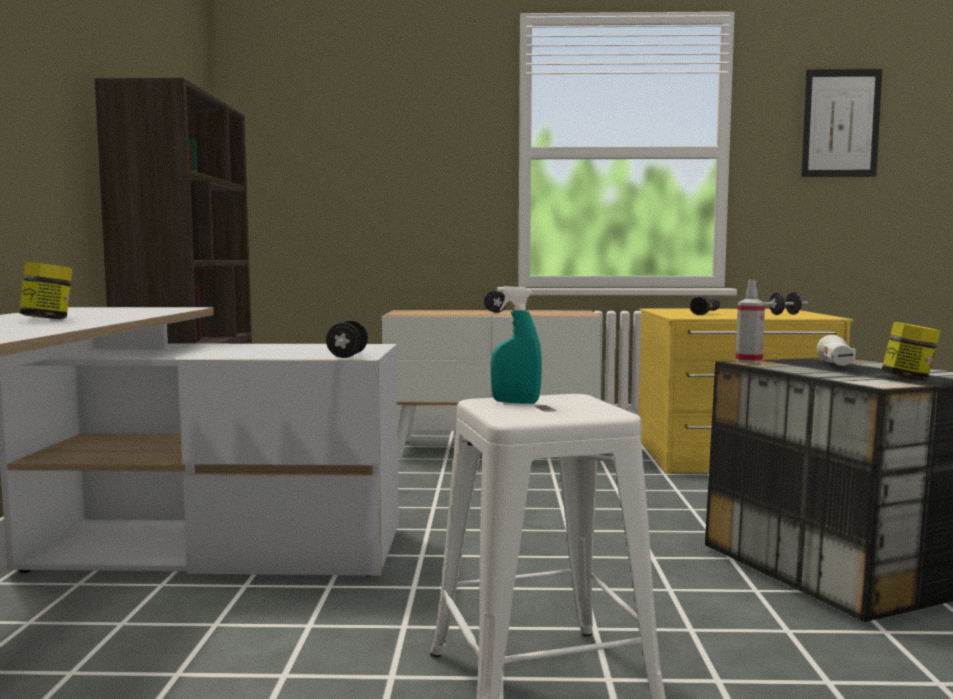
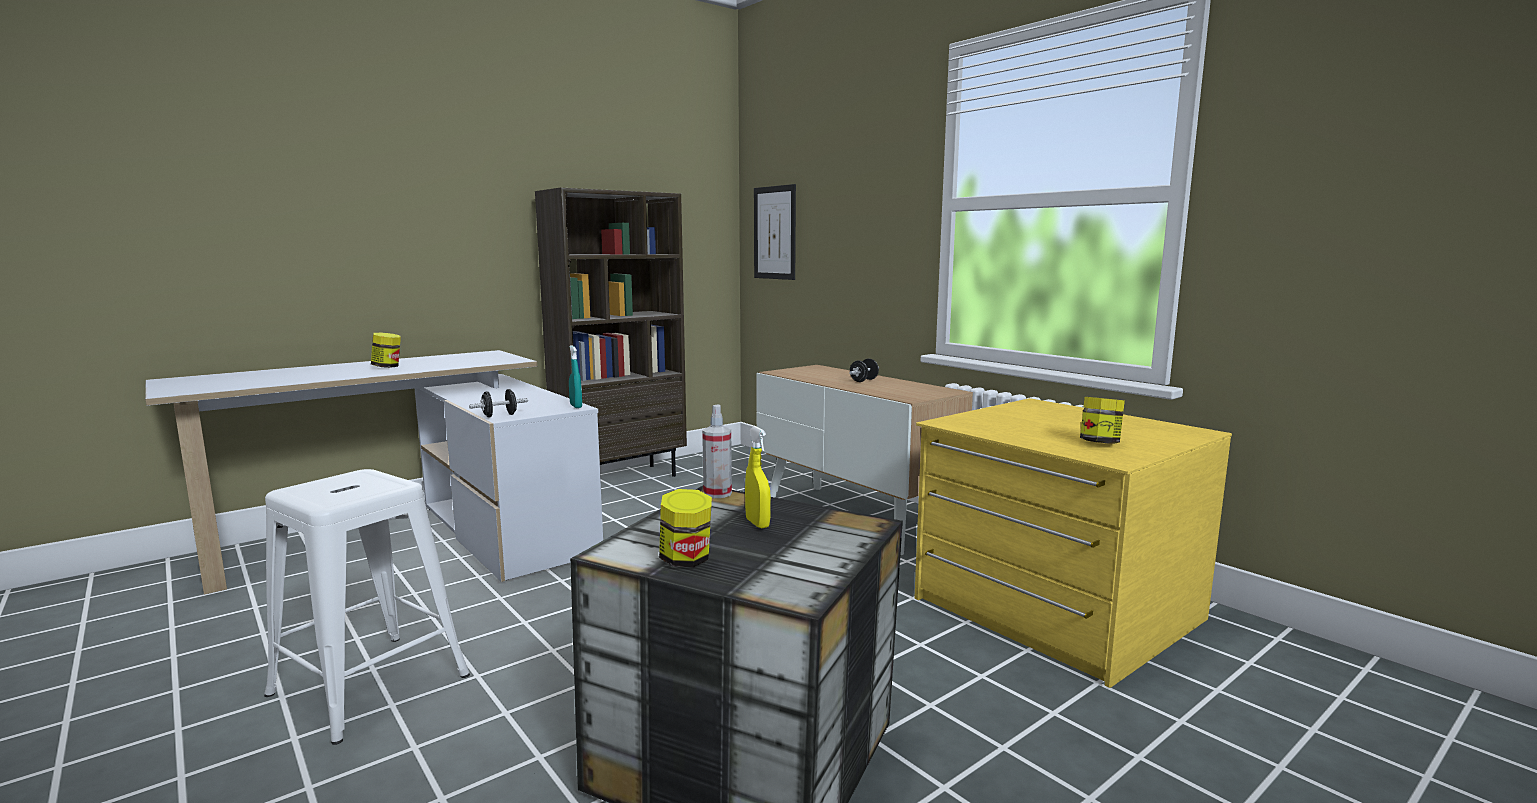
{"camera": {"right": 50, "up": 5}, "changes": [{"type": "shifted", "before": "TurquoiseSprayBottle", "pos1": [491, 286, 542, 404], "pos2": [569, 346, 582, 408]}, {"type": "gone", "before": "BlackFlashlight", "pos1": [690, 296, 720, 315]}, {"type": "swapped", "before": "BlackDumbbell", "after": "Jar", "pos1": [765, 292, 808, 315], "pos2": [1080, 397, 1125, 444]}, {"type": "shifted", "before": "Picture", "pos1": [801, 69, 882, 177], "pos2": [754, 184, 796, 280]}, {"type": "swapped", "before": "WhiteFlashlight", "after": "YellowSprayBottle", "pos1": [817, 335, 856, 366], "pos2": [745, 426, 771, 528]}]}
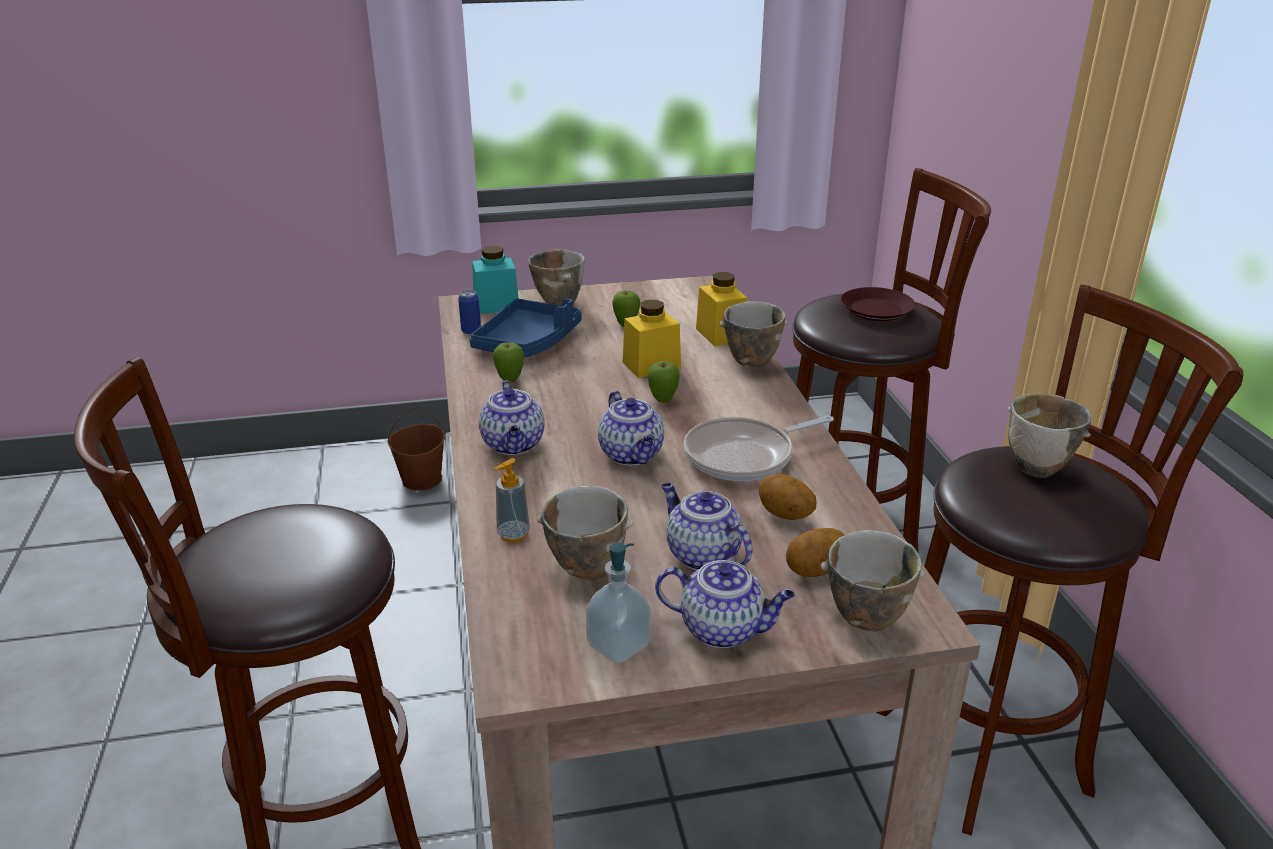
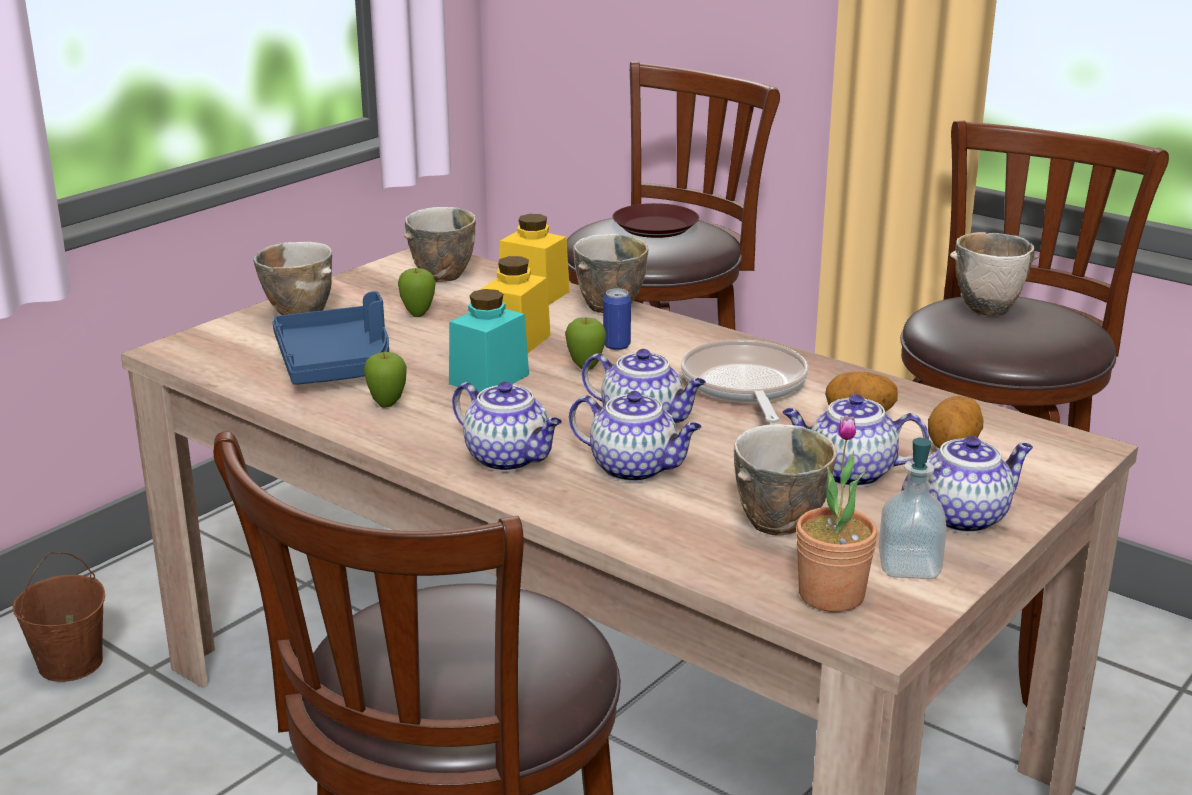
{"camera": {"right": -40, "up": -5}, "changes": [{"type": "shifted", "before": "Can", "pos1": [458, 290, 481, 335], "pos2": [603, 288, 631, 350]}, {"type": "shifted", "before": "TurquoiseJar", "pos1": [472, 246, 519, 314], "pos2": [449, 289, 529, 393]}, {"type": "gone", "before": "SoapDispenser", "pos1": [494, 458, 530, 543]}, {"type": "rotated", "before": "FryingPan", "pos1": [684, 415, 834, 481], "pos2": [681, 339, 809, 423], "turn": 150}, {"type": "shifted", "before": "Bowl", "pos1": [821, 530, 926, 631], "pos2": [404, 207, 476, 282]}, {"type": "new", "after": "Teapot", "pos2": [569, 391, 702, 482]}, {"type": "new", "after": "PottedPlant", "pos2": [796, 415, 877, 612]}]}
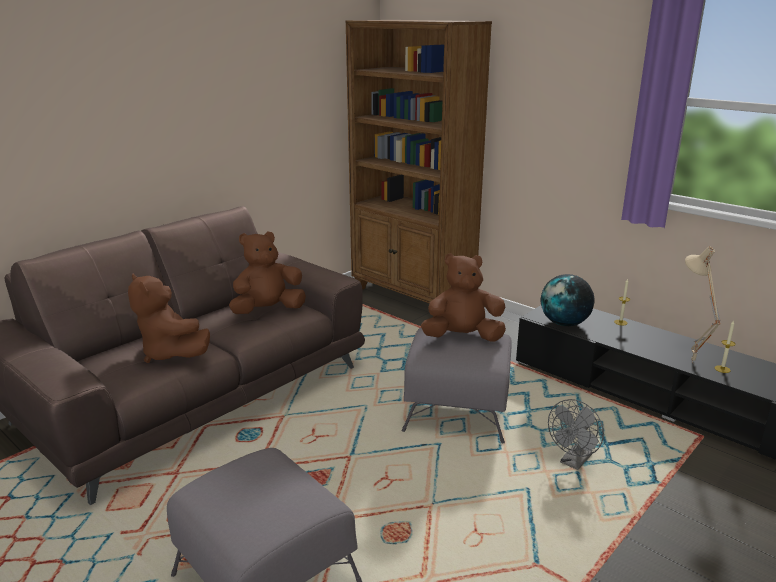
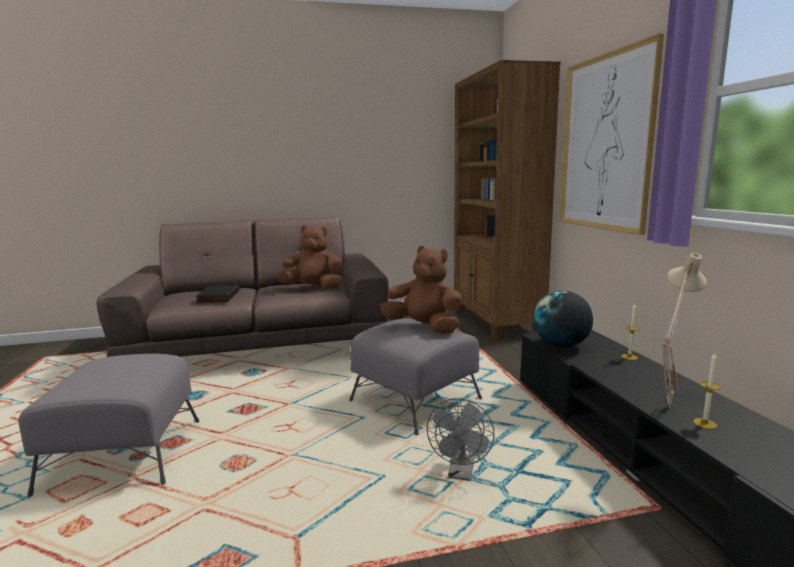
{"camera": {"right": 35, "up": -10}, "changes": [{"type": "swapped", "before": "BrownPlushToy", "after": "BlackBook", "pos1": [128, 274, 210, 363], "pos2": [195, 284, 239, 303]}, {"type": "rotated", "before": "GreyFan", "pos1": [548, 399, 604, 470], "pos2": [427, 398, 495, 481], "turn": -60}, {"type": "new", "after": "Picture", "pos2": [559, 33, 664, 235]}]}
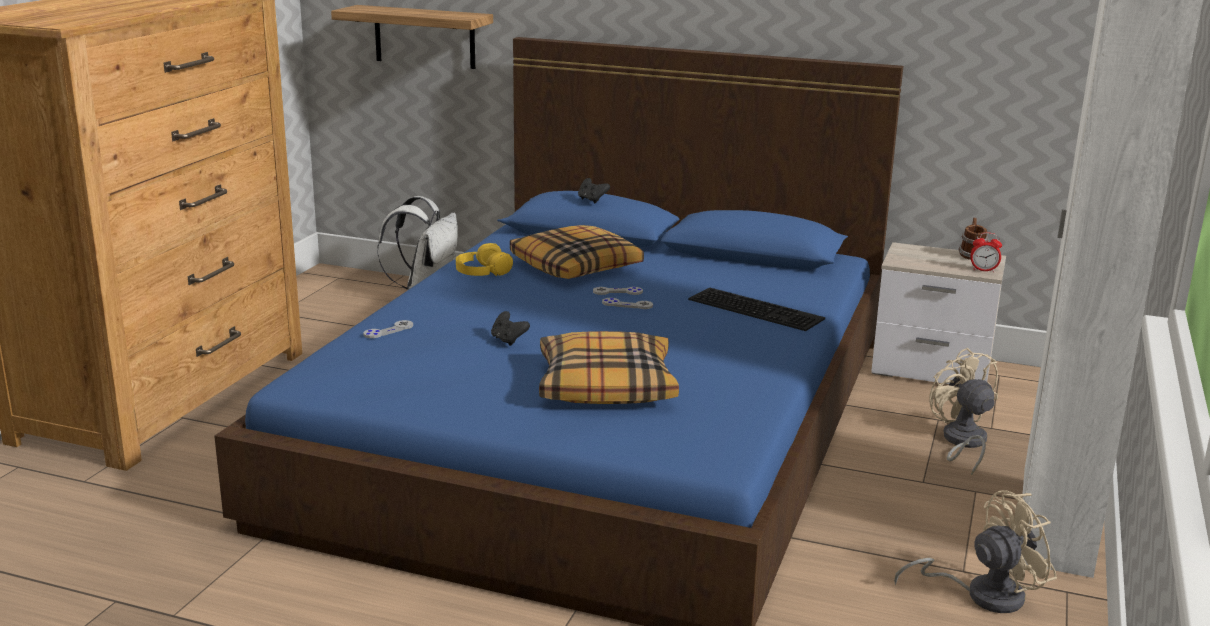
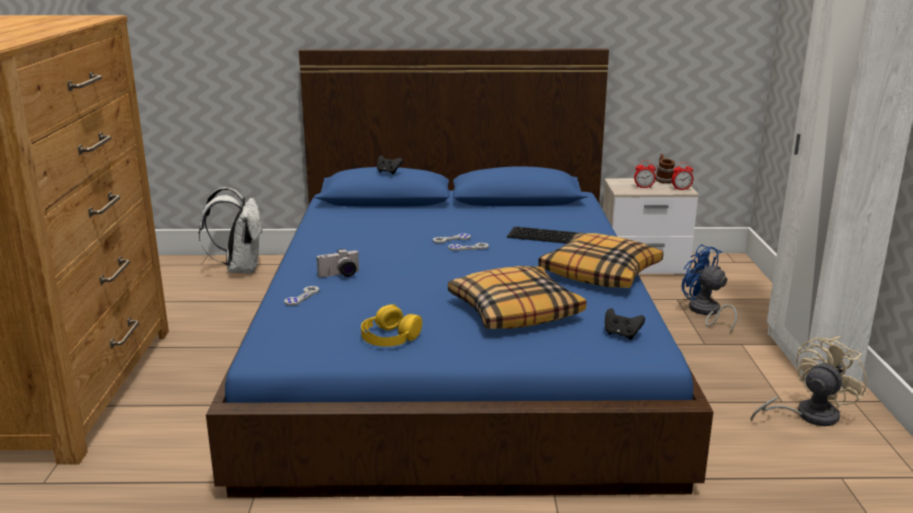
{"camera": {"right": -20, "up": 0}, "changes": [{"type": "gone", "before": "Shelf", "pos1": [331, 5, 493, 69]}, {"type": "shifted", "before": "YellowHeadphones", "pos1": [456, 243, 513, 276], "pos2": [361, 304, 422, 347]}, {"type": "shifted", "before": "BlackGameController", "pos1": [491, 311, 530, 346], "pos2": [605, 308, 645, 340]}, {"type": "shifted", "before": "Pillow", "pos1": [510, 225, 644, 279], "pos2": [538, 233, 663, 288]}, {"type": "repainted", "before": "BeigeFan", "after": "BlueFan", "pos1": [929, 348, 998, 476], "pos2": [682, 244, 737, 333]}, {"type": "new", "after": "PhotoCamera", "pos2": [317, 249, 360, 277]}, {"type": "new", "after": "AlarmClock", "pos2": [634, 160, 656, 188]}]}
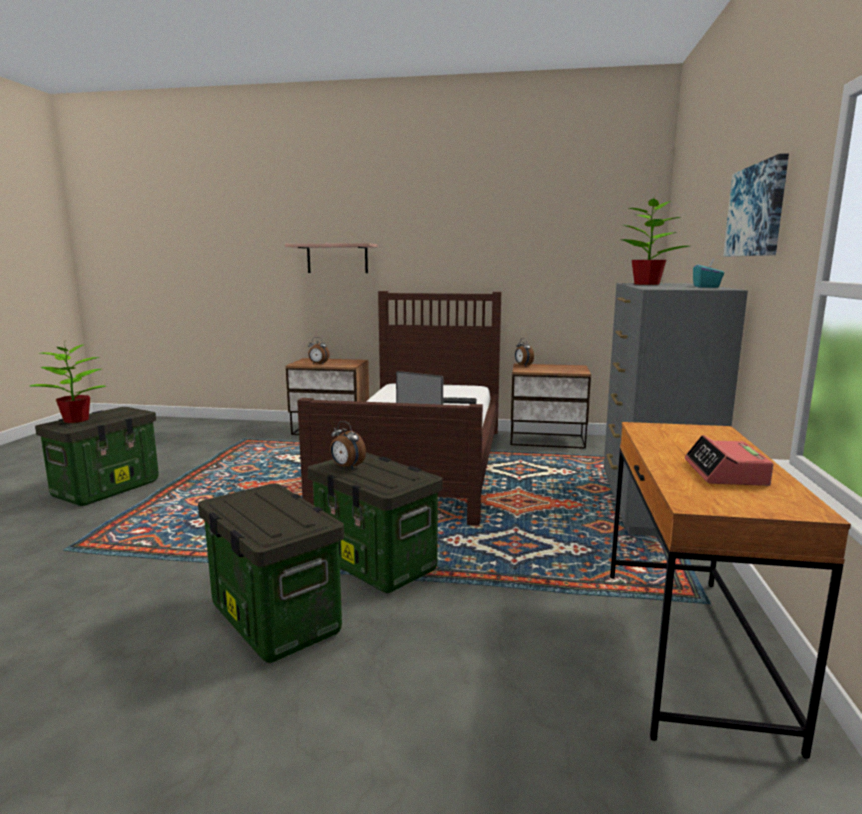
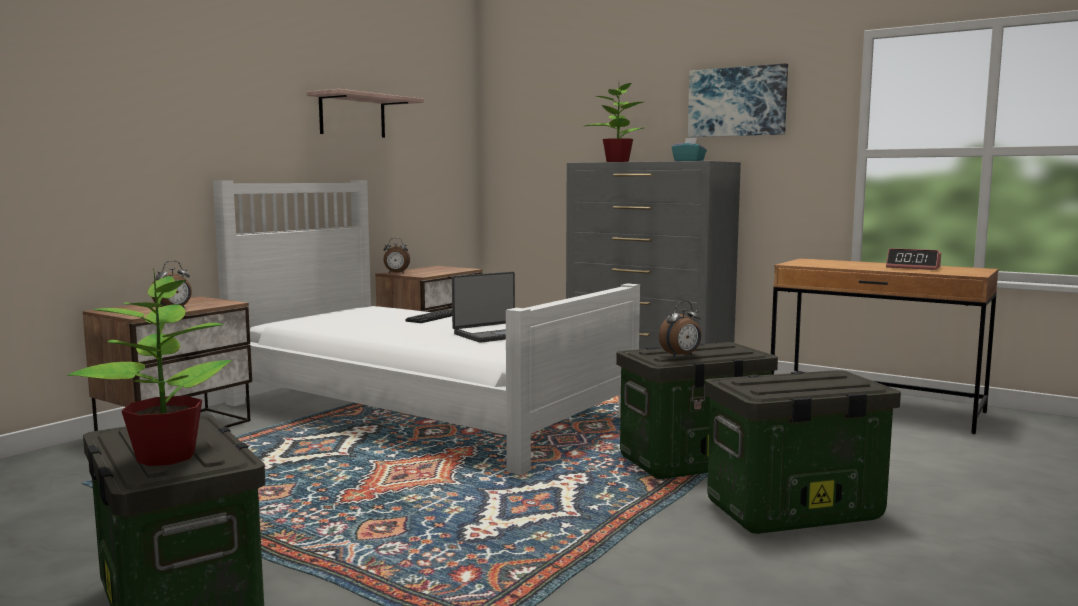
{"camera": {"right": -65, "up": -5}, "changes": [{"type": "shifted", "before": "Shelf", "pos1": [285, 243, 378, 273], "pos2": [307, 89, 424, 138]}, {"type": "repainted", "before": "BrownBed", "after": "WhiteBed", "pos1": [297, 291, 501, 526], "pos2": [213, 180, 640, 475]}]}
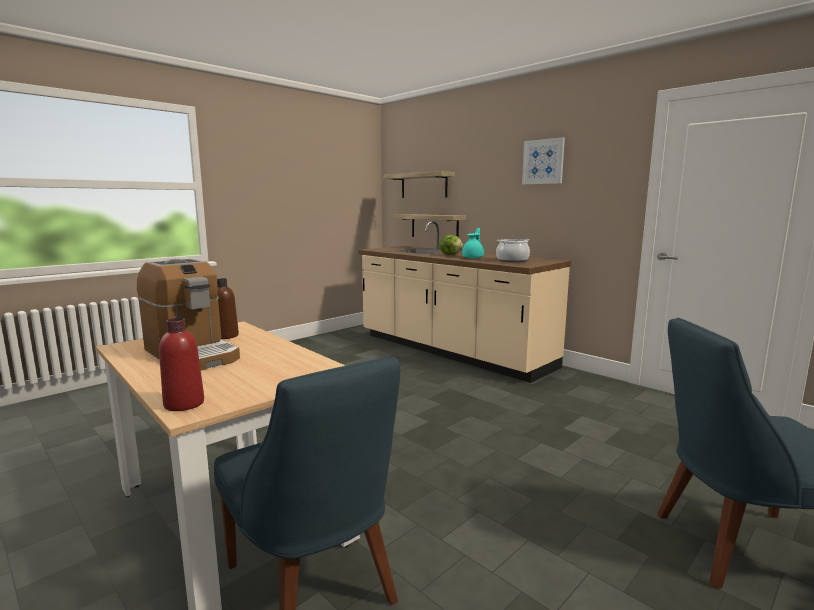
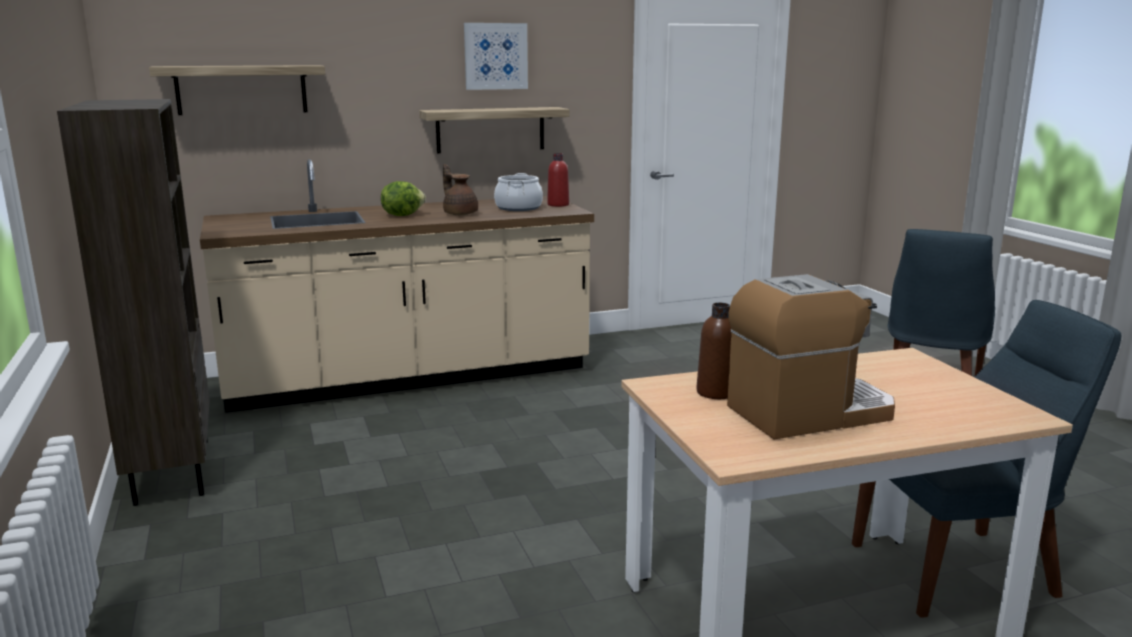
{"camera": {"right": -65, "up": 5}, "changes": [{"type": "shifted", "before": "RedBottle", "pos1": [159, 318, 204, 411], "pos2": [547, 153, 569, 207]}, {"type": "shifted", "before": "Shelf", "pos1": [393, 214, 466, 237], "pos2": [419, 107, 569, 153]}, {"type": "repainted", "before": "TurquoiseTeapot", "after": "BrownTeapot", "pos1": [462, 228, 484, 258], "pos2": [443, 164, 478, 215]}, {"type": "new", "after": "BrownBookcase", "pos2": [57, 99, 210, 506]}]}
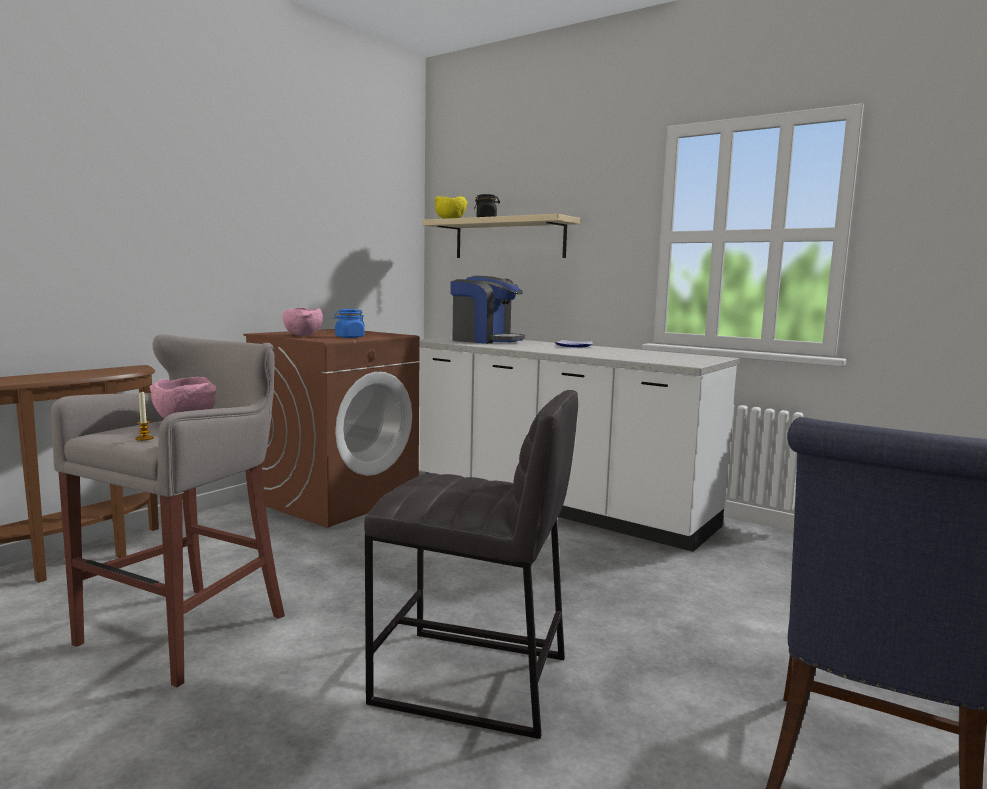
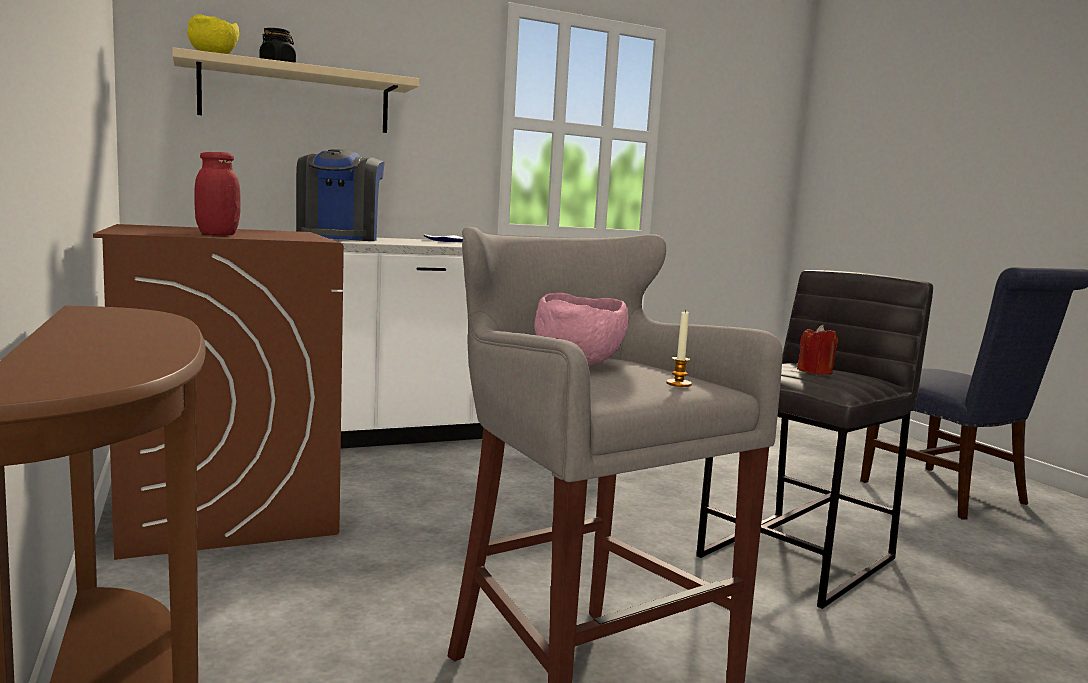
{"camera": {"right": -60, "up": 0}, "changes": [{"type": "swapped", "before": "PinkBowl", "after": "RedJar", "pos1": [283, 307, 323, 336], "pos2": [194, 152, 241, 235]}, {"type": "gone", "before": "BlueJar", "pos1": [334, 309, 365, 338]}, {"type": "rotated", "before": "CoffeeMachine", "pos1": [450, 276, 525, 344], "pos2": [296, 149, 385, 241], "turn": 120}, {"type": "new", "after": "RedCandle", "pos2": [797, 325, 838, 375]}]}
